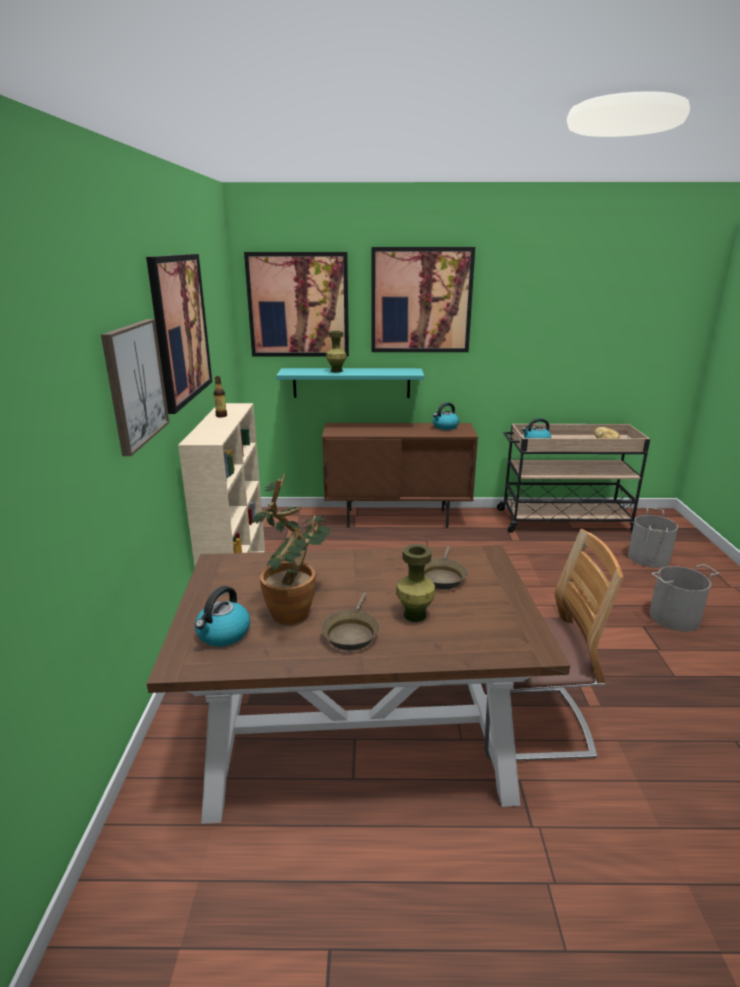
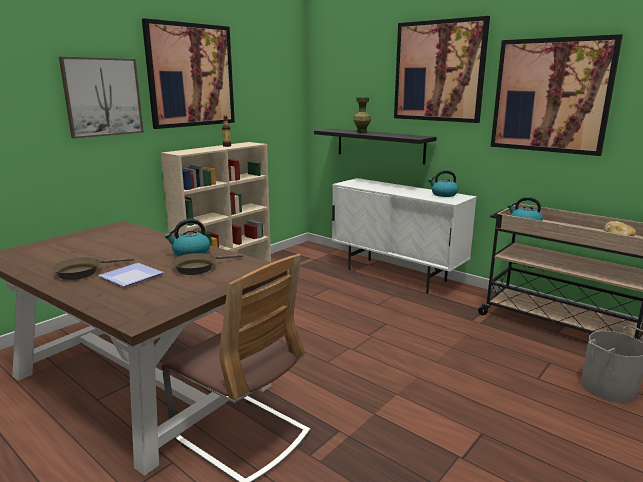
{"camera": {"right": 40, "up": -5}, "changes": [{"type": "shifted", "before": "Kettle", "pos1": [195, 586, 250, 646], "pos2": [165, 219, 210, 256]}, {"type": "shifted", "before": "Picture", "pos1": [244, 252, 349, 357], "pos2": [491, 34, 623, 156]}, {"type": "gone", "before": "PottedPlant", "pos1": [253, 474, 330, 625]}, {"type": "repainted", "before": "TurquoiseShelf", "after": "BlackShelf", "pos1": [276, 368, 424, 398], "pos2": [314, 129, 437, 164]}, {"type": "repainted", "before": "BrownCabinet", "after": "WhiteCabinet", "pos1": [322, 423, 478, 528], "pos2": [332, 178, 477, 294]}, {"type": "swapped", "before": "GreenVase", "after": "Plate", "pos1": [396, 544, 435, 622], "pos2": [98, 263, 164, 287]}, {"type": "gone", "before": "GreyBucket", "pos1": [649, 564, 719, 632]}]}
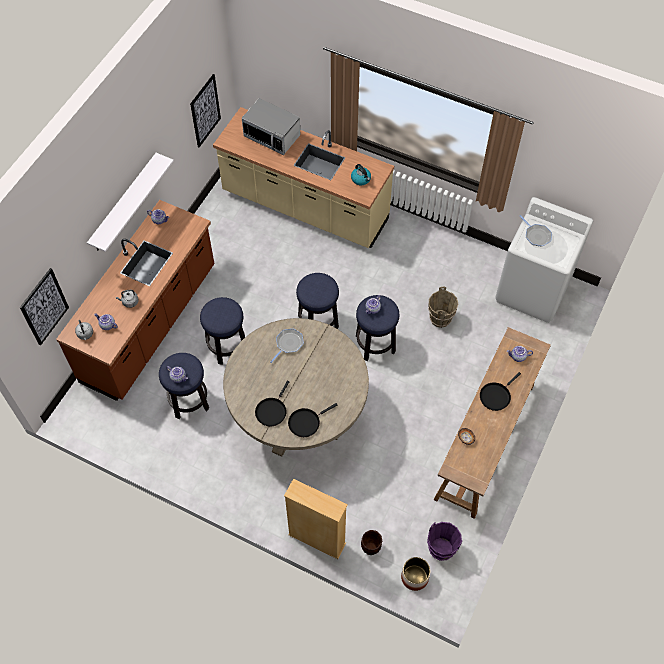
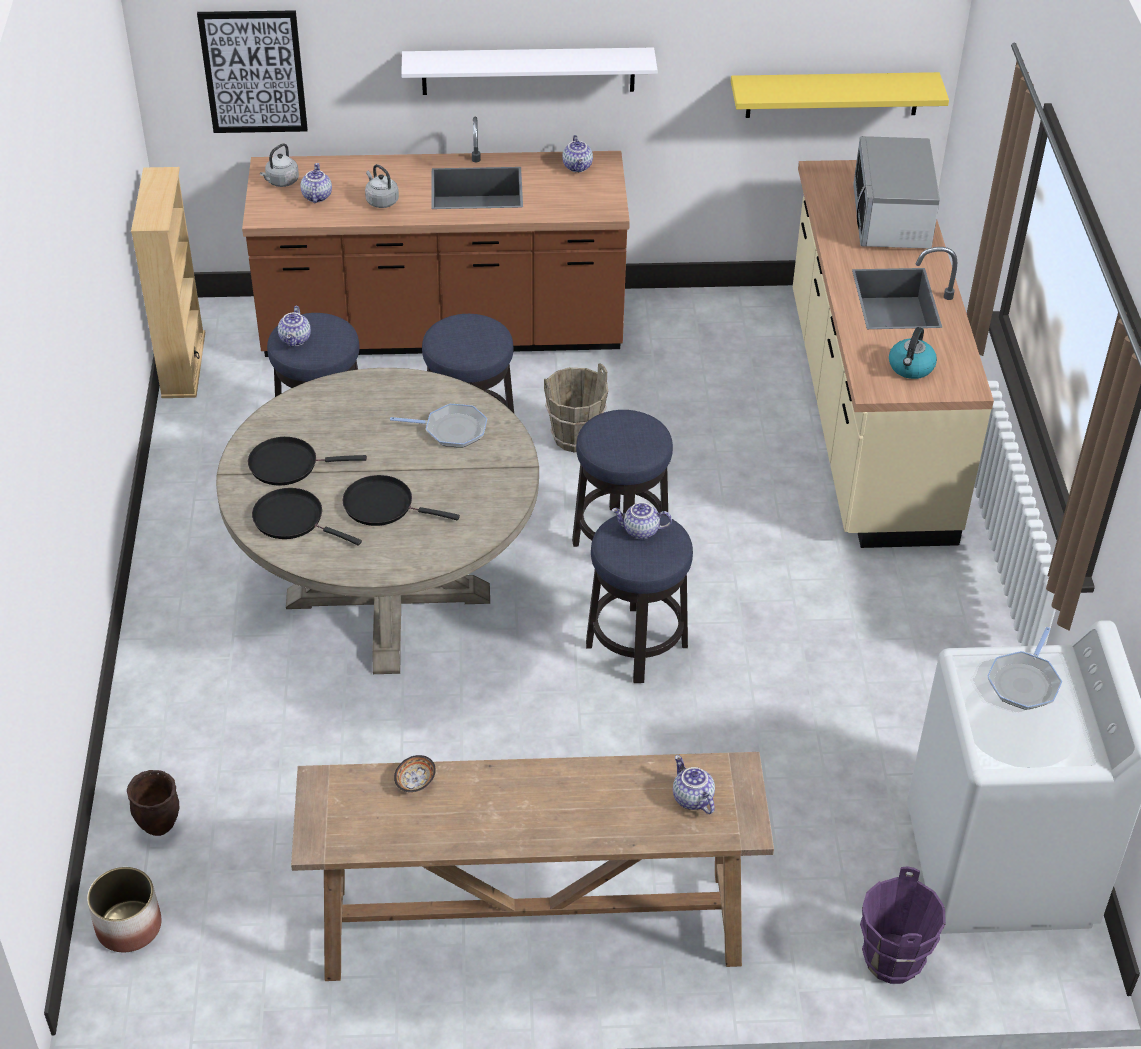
{"camera": {"right": 60, "up": -15}, "changes": [{"type": "swapped", "before": "Picture", "after": "YellowShelf", "pos1": [190, 74, 221, 147], "pos2": [731, 72, 949, 118]}, {"type": "shifted", "before": "BeigeBookcase", "pos1": [284, 479, 348, 559], "pos2": [131, 167, 205, 398]}, {"type": "shifted", "before": "PurpleBucket", "pos1": [427, 522, 463, 561], "pos2": [860, 866, 946, 984]}, {"type": "shifted", "before": "BrownBucket", "pos1": [428, 287, 458, 328], "pos2": [544, 363, 608, 452]}, {"type": "shifted", "before": "BlackFryingPan", "pos1": [480, 372, 521, 411], "pos2": [343, 475, 460, 526]}]}
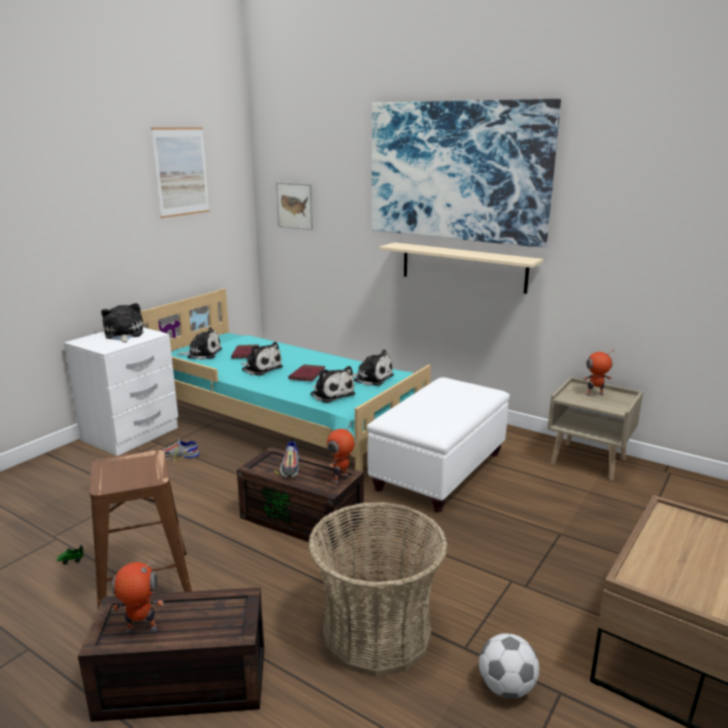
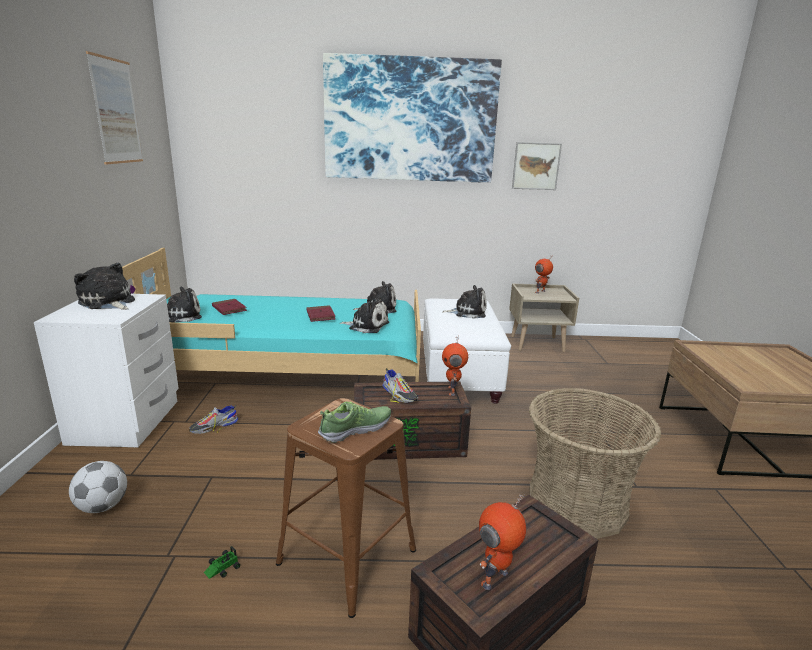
{"camera": {"right": -35, "up": 0}, "changes": [{"type": "shifted", "before": "PlushToy", "pos1": [240, 342, 283, 376], "pos2": [443, 285, 487, 319]}, {"type": "shifted", "before": "Picture", "pos1": [276, 182, 313, 230], "pos2": [512, 142, 562, 190]}, {"type": "gone", "before": "BeigeShelf", "pos1": [380, 242, 544, 294]}, {"type": "shifted", "before": "Football", "pos1": [479, 633, 539, 698], "pos2": [69, 461, 127, 513]}, {"type": "new", "after": "Shoe", "pos2": [318, 401, 391, 443]}]}
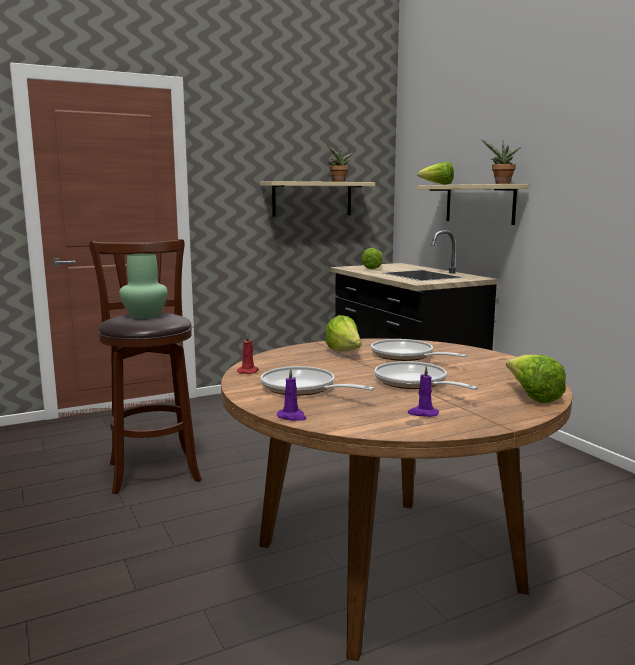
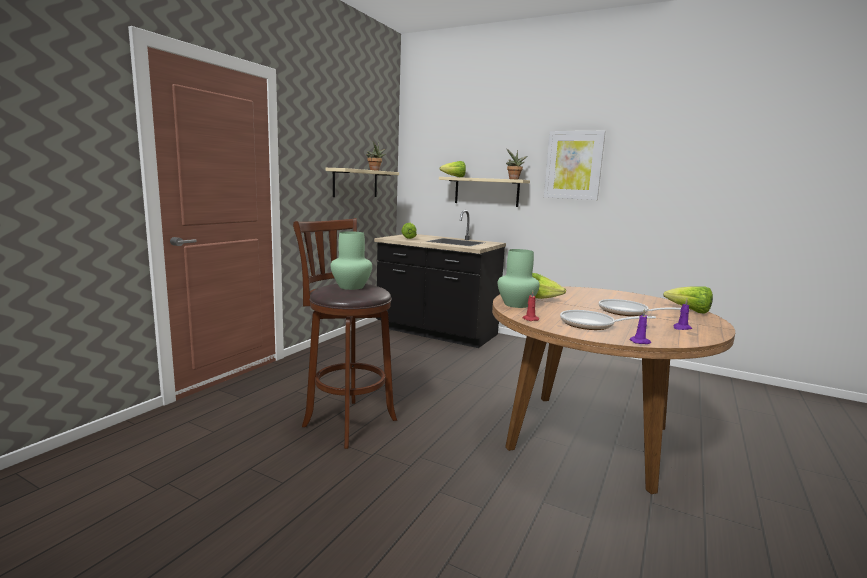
{"camera": {"right": -35, "up": 0}, "changes": [{"type": "gone", "before": "FryingPan", "pos1": [371, 339, 467, 361]}, {"type": "new", "after": "GreenVase", "pos2": [498, 249, 540, 308]}, {"type": "new", "after": "Picture", "pos2": [544, 131, 606, 200]}]}
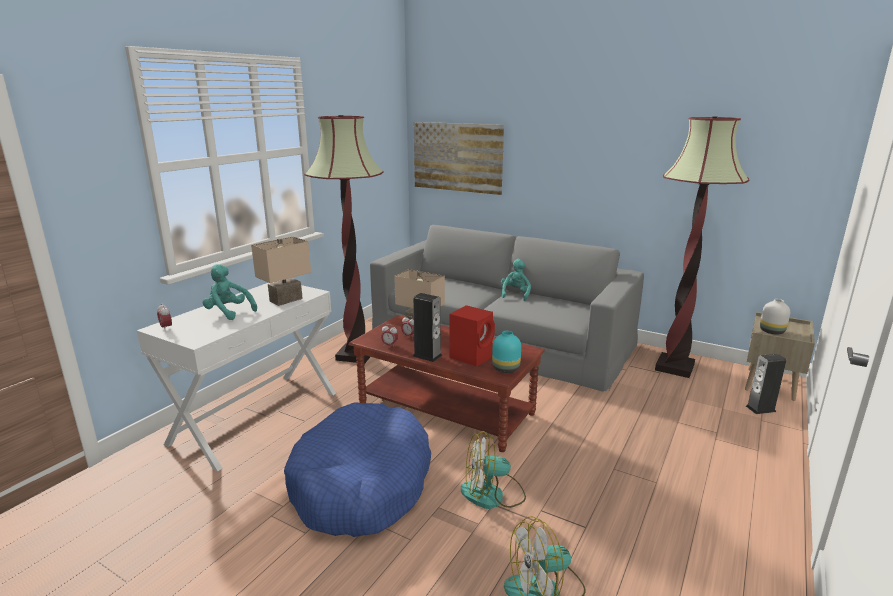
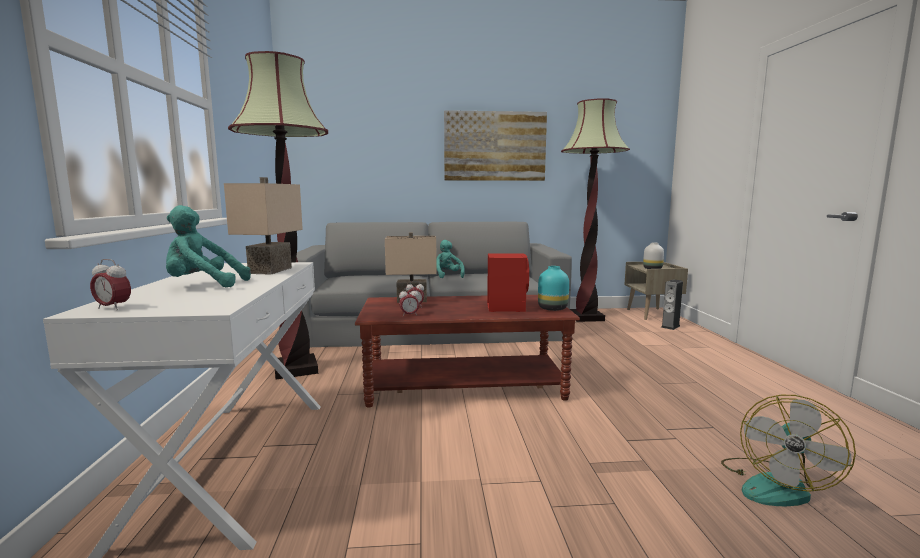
{"camera": {"right": -35, "up": -10}, "changes": [{"type": "gone", "before": "BlueDogBed", "pos1": [284, 402, 431, 537]}, {"type": "gone", "before": "Speaker", "pos1": [413, 293, 443, 362]}, {"type": "shifted", "before": "Picture", "pos1": [414, 122, 504, 195], "pos2": [444, 110, 547, 181]}, {"type": "gone", "before": "Fan", "pos1": [461, 431, 526, 509]}]}
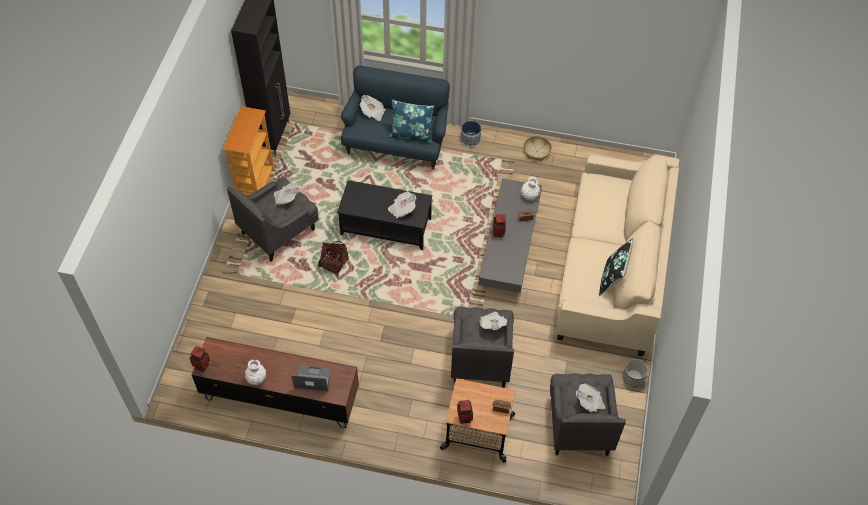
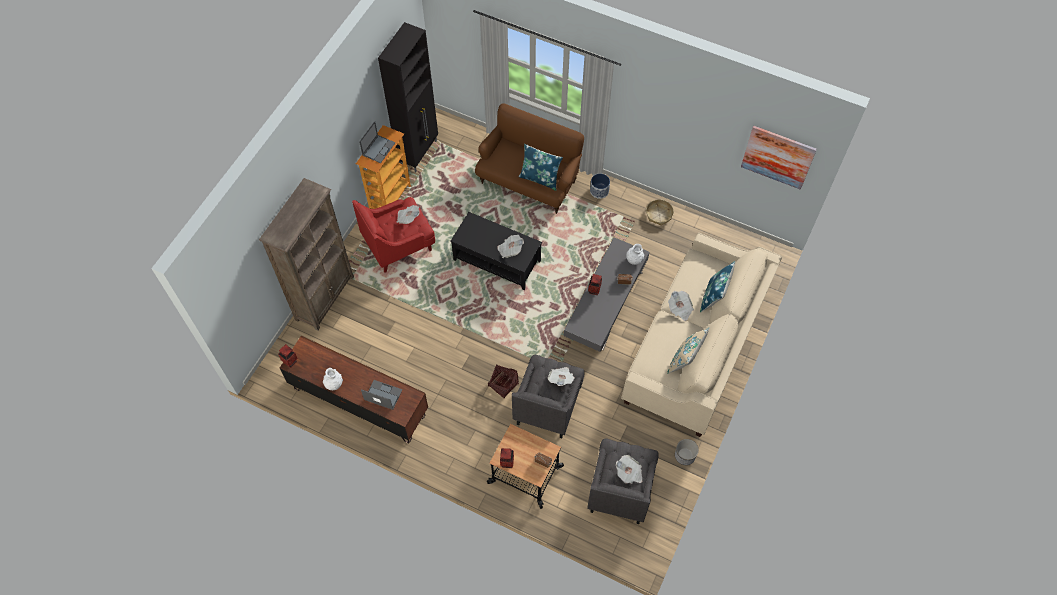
{"camera": {"right": 15, "up": 5}, "changes": [{"type": "repainted", "before": "GreyArmchair", "after": "RedArmchair", "pos1": [227, 177, 319, 261], "pos2": [352, 197, 435, 273]}, {"type": "shifted", "before": "Basket", "pos1": [318, 241, 349, 275], "pos2": [488, 364, 519, 399]}, {"type": "repainted", "before": "BlueSofa", "after": "BrownSofa", "pos1": [341, 66, 450, 170], "pos2": [475, 103, 584, 214]}, {"type": "shifted", "before": "Newspaper", "pos1": [360, 95, 386, 121], "pos2": [668, 291, 694, 321]}, {"type": "repainted", "before": "BlackPillow", "after": "BeigePillow", "pos1": [599, 238, 633, 296], "pos2": [667, 328, 709, 374]}, {"type": "new", "after": "BrownBookcase", "pos2": [259, 178, 354, 330]}, {"type": "new", "after": "Laptop", "pos2": [359, 121, 395, 163]}, {"type": "new", "after": "BluePillow", "pos2": [700, 261, 735, 313]}, {"type": "new", "after": "Picture", "pos2": [741, 126, 817, 190]}]}
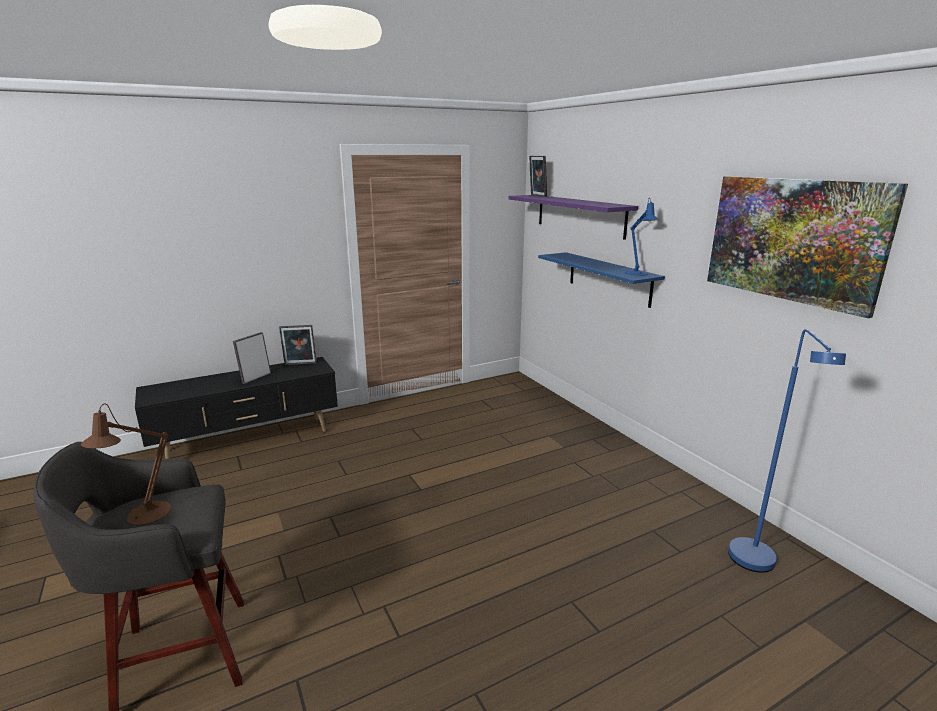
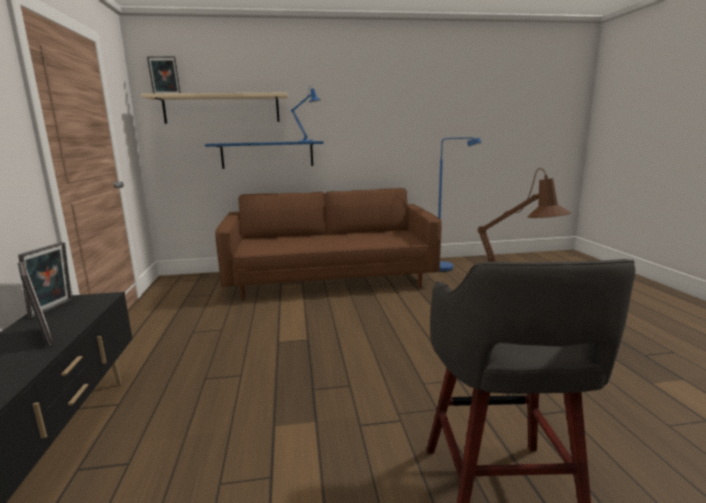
{"camera": {"right": -70, "up": -5}, "changes": [{"type": "repainted", "before": "PurpleShelf", "after": "BeigeShelf", "pos1": [508, 195, 638, 240], "pos2": [141, 93, 288, 124]}, {"type": "gone", "before": "Picture", "pos1": [707, 176, 908, 318]}, {"type": "new", "after": "BrownSofa", "pos2": [215, 188, 441, 300]}]}
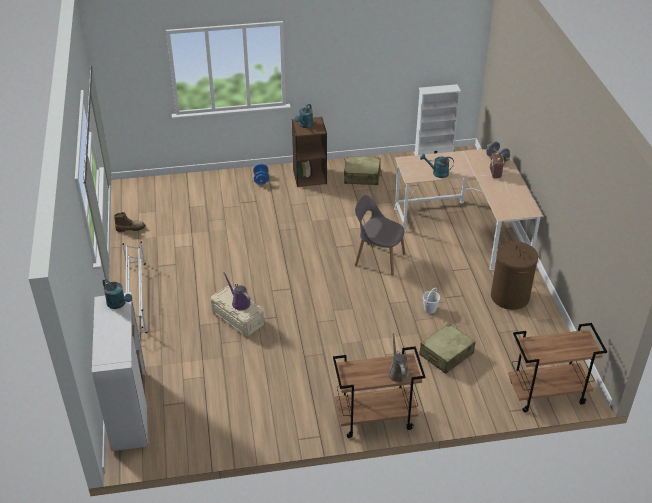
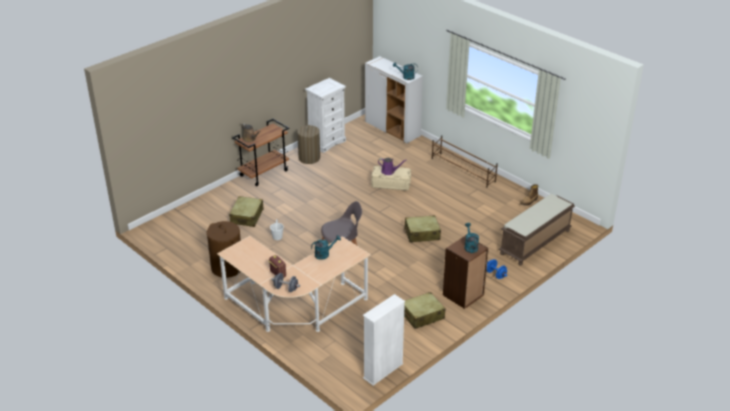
{"camera": {"right": 145, "up": -5}, "changes": [{"type": "repainted", "before": "WhiteShoeRack", "after": "BrownShoeRack", "pos1": [122, 241, 148, 333], "pos2": [432, 135, 498, 188]}, {"type": "gone", "before": "BrownCart", "pos1": [508, 323, 607, 412]}, {"type": "new", "after": "LaundryBasket", "pos2": [297, 125, 320, 164]}, {"type": "new", "after": "WhiteDresser", "pos2": [305, 78, 346, 153]}, {"type": "new", "after": "BeigeSuitcase", "pos2": [404, 215, 441, 242]}, {"type": "new", "after": "BrownBench", "pos2": [499, 194, 575, 266]}]}
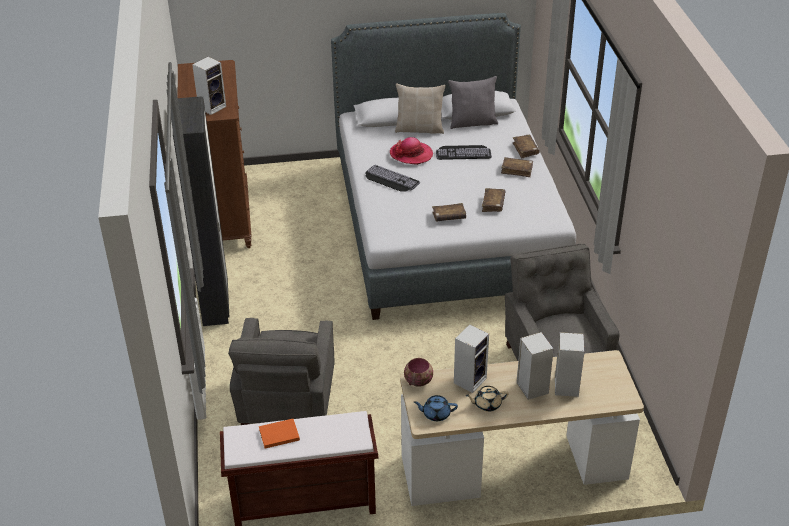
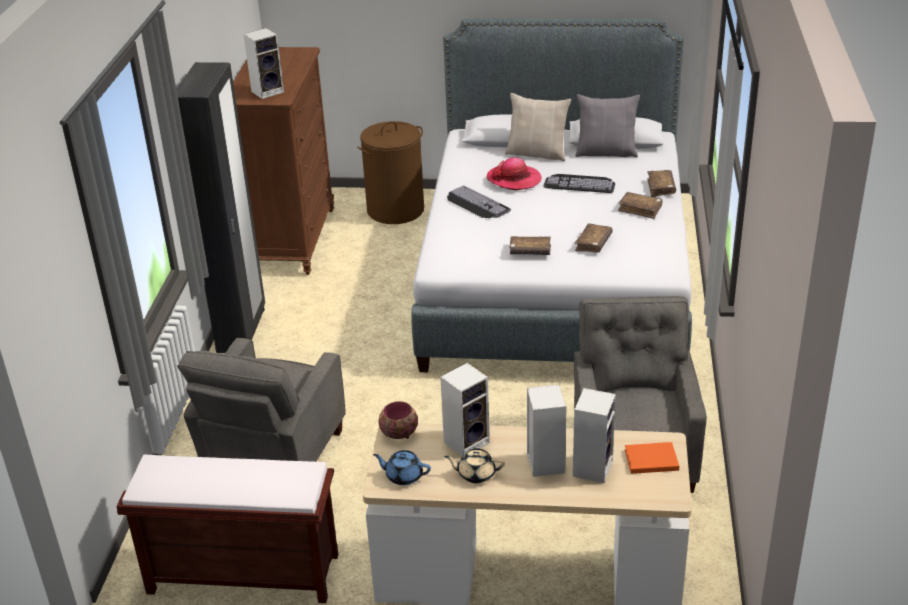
{"camera": {"right": 15, "up": -5}, "changes": [{"type": "shifted", "before": "OrangeBook", "pos1": [259, 419, 300, 449], "pos2": [625, 442, 679, 474]}, {"type": "new", "after": "BrownLaundryBasket", "pos2": [357, 121, 424, 224]}]}
